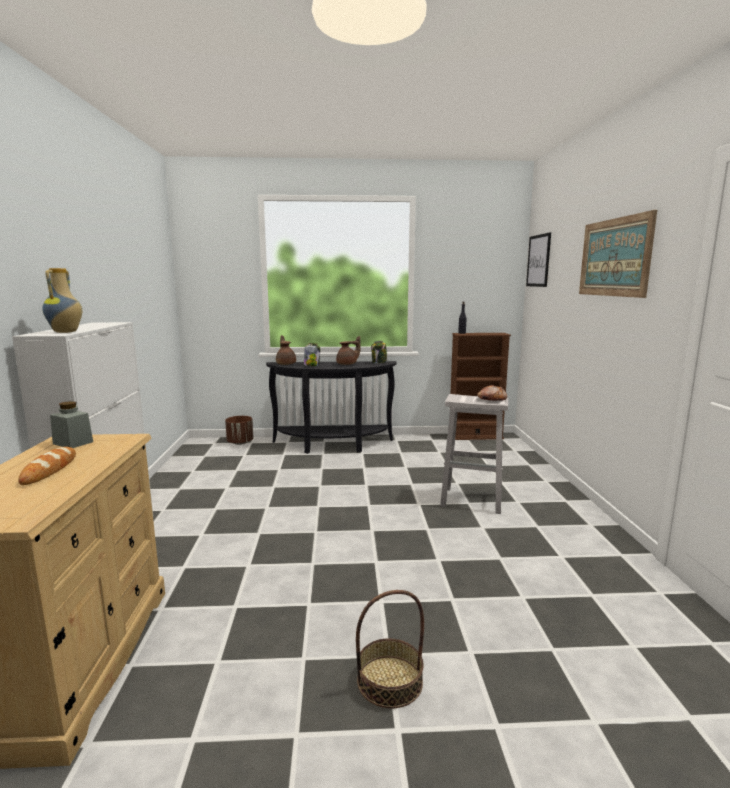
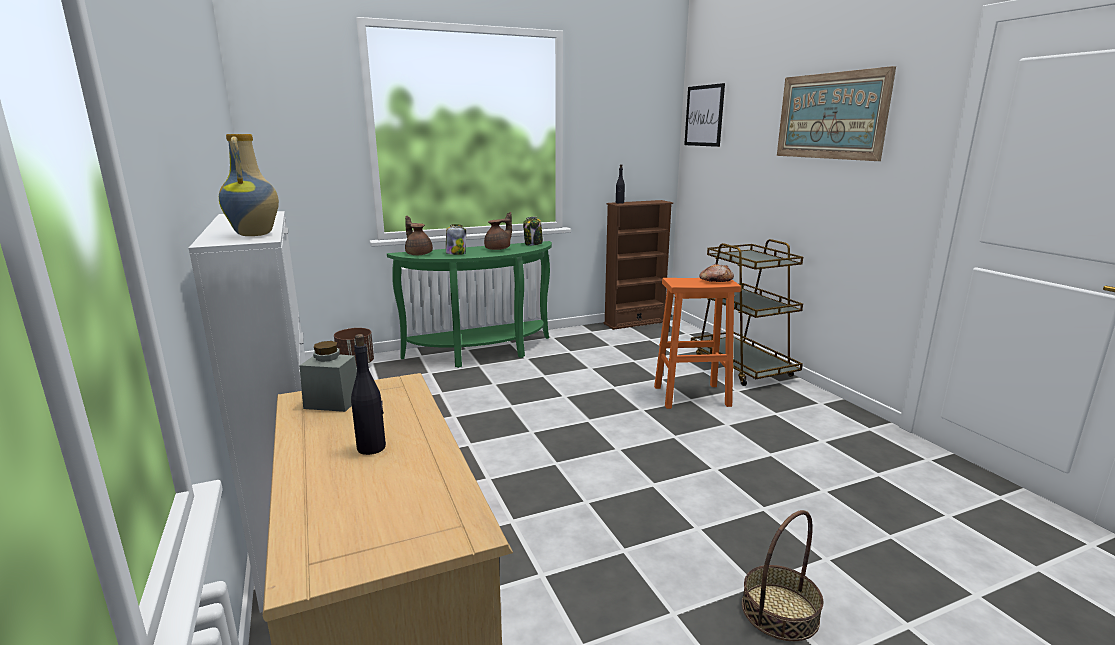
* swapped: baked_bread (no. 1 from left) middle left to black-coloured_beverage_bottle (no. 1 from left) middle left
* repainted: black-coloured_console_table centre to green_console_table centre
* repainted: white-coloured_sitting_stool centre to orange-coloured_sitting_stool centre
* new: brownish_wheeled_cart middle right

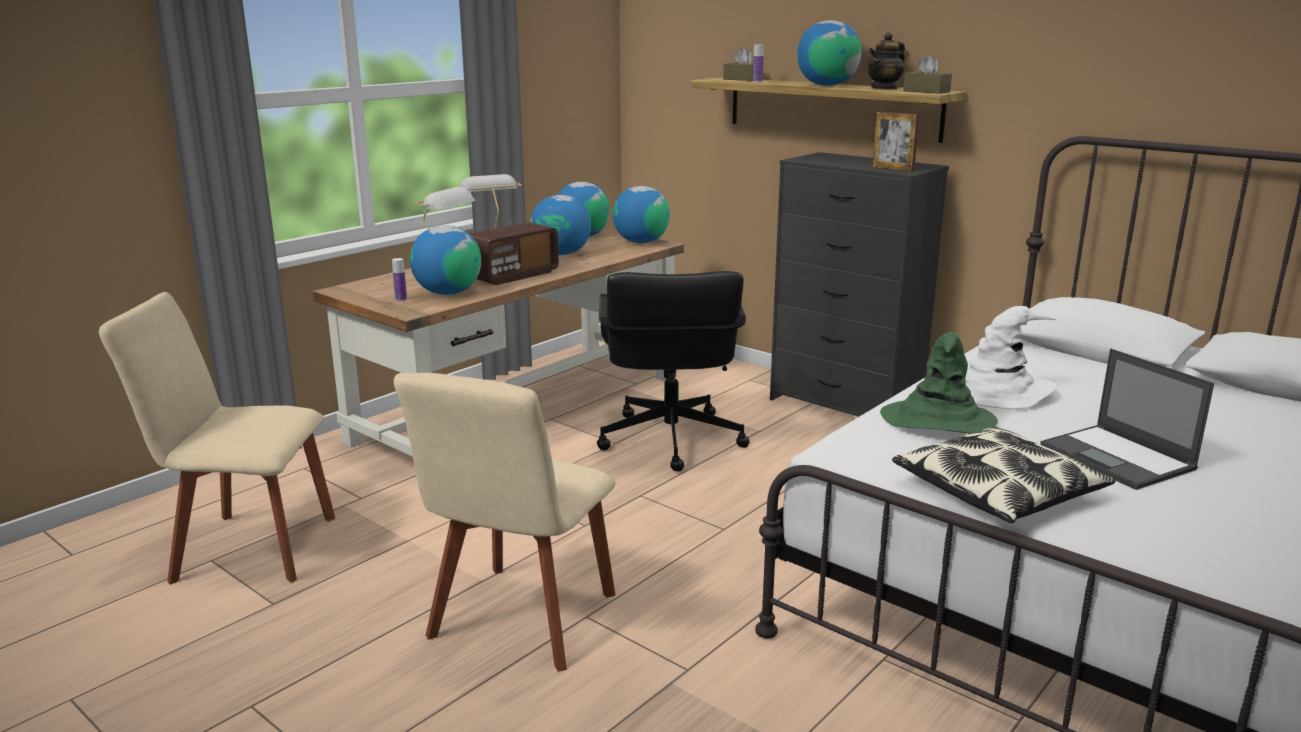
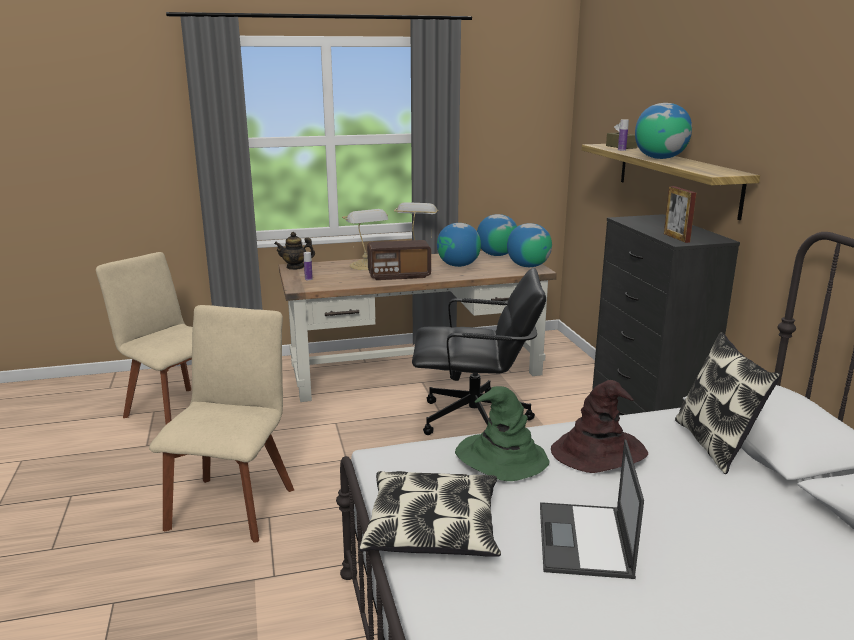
* rotated: sand-coloured_plain_chair (no. 2 from left) bottom centre = middle left 135 degrees clockwise
* shifted: pot_for_tea top right to centre
* rotated: black-coloured_desk_chair centre = centre 120 degrees counterclockwise
* repainted: white-coloured_clothing_hat middle right to brownish_clothing_hat middle right
* new: cushion (no. 2 from left) middle right
* gone: desk_globe (no. 1 from left) centre
* gone: brownish_tissue_box (no. 2 from left) top right

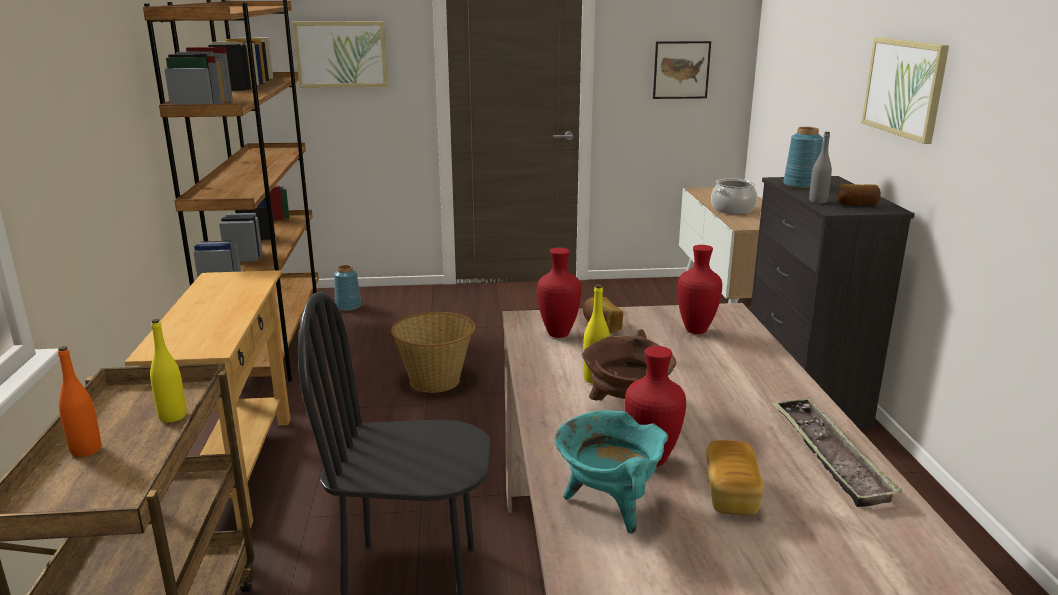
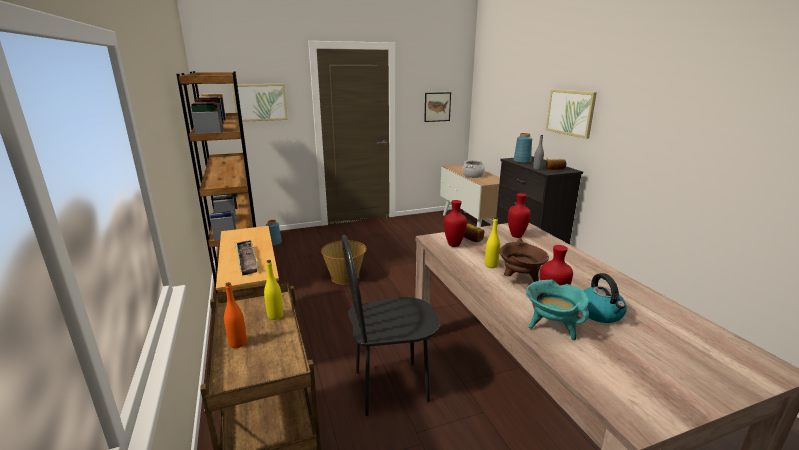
* shifted: tray bottom right to middle left
* swapped: baked_bread (no. 2 from left) bottom right to kettle middle right

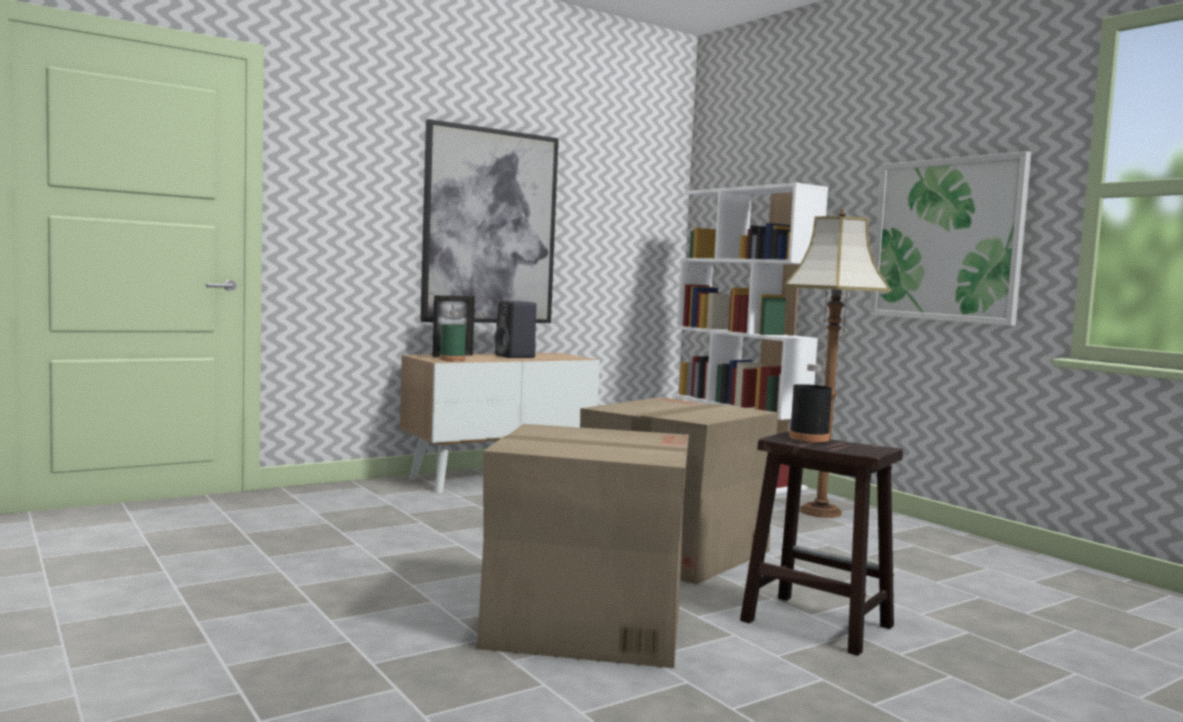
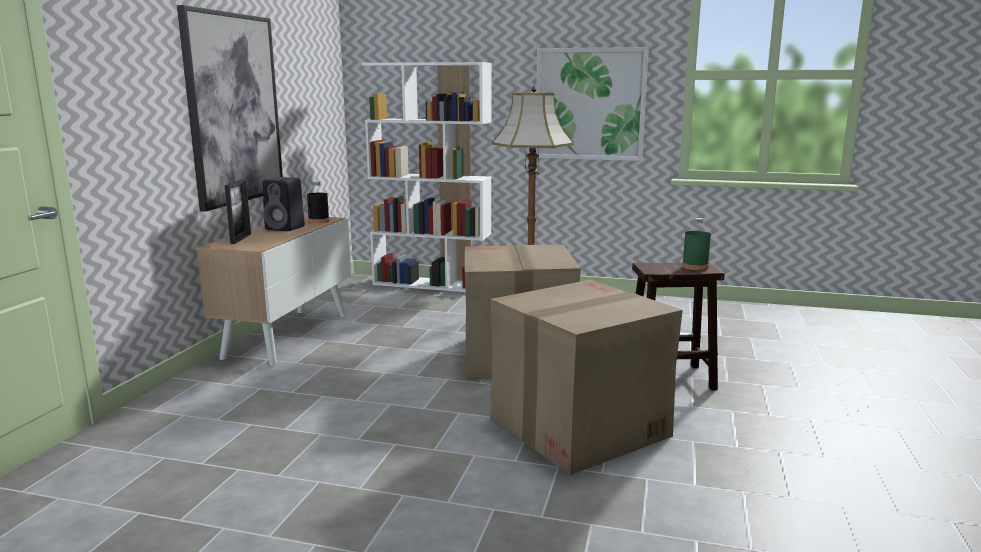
* shifted: black-coloured_beverage_bottle middle right to middle left
* shifted: green_beverage_bottle centre to middle right

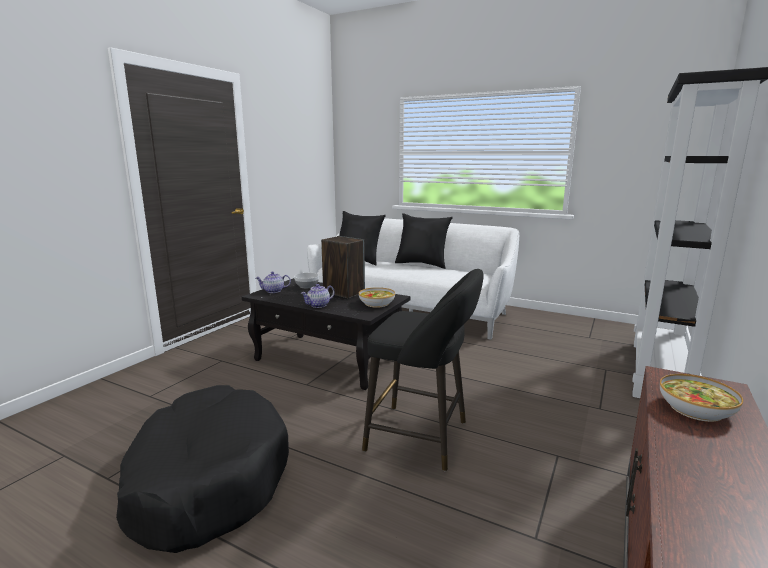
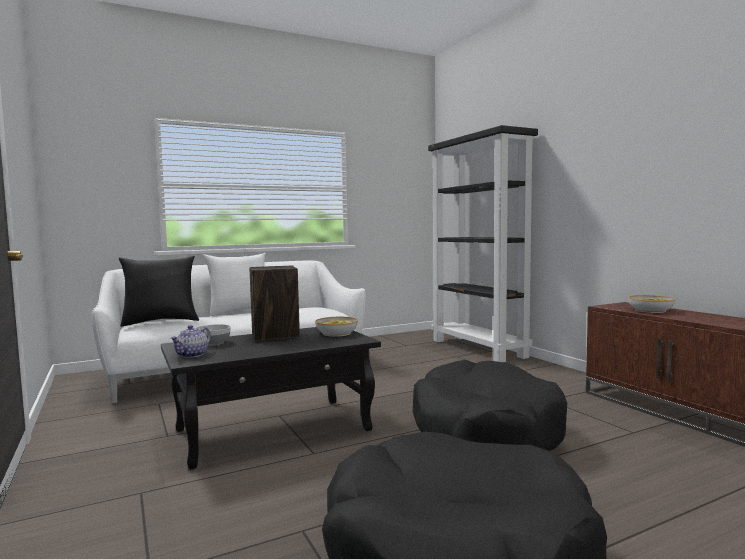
* repainted: black-coloured_cushion (no. 2 from left) centre to white-coloured_cushion middle left
* swapped: black-coloured_sitting_stool centre to black-coloured_pet_bed (no. 2 from left) bottom centre
* gone: pot_for_tea (no. 2 from left) centre

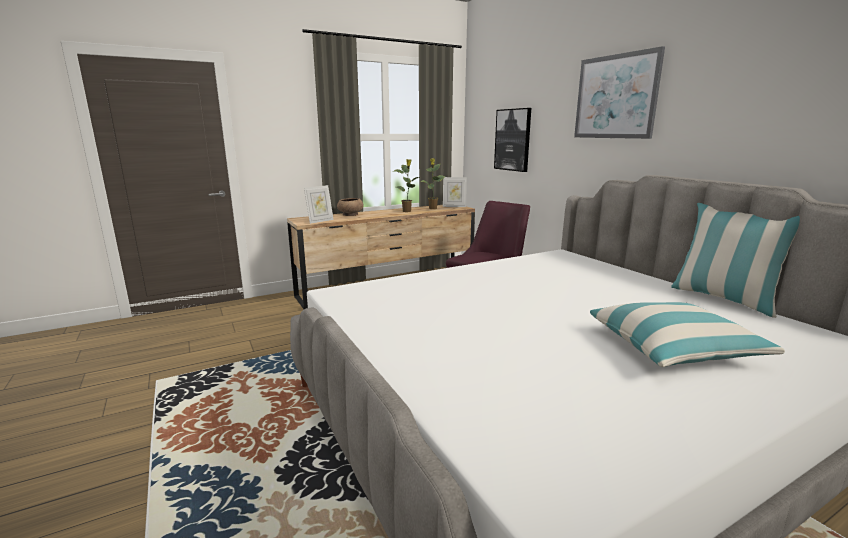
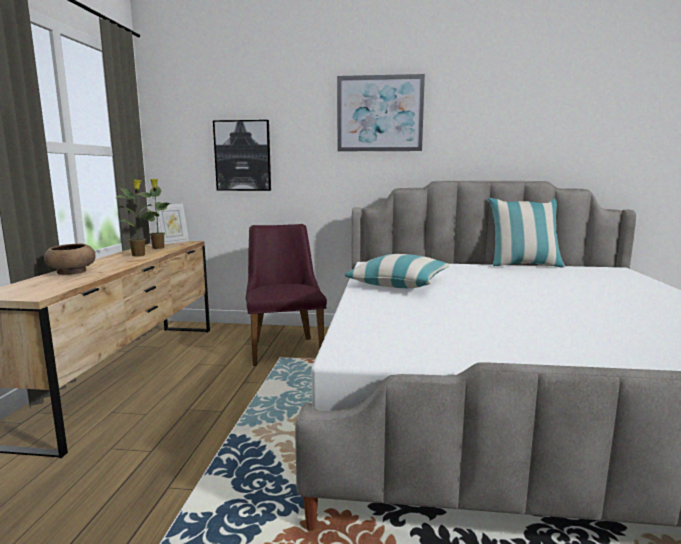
* shifted: cushion (no. 1 from left) middle right to centre
* gone: picture_frame (no. 1 from left) centre

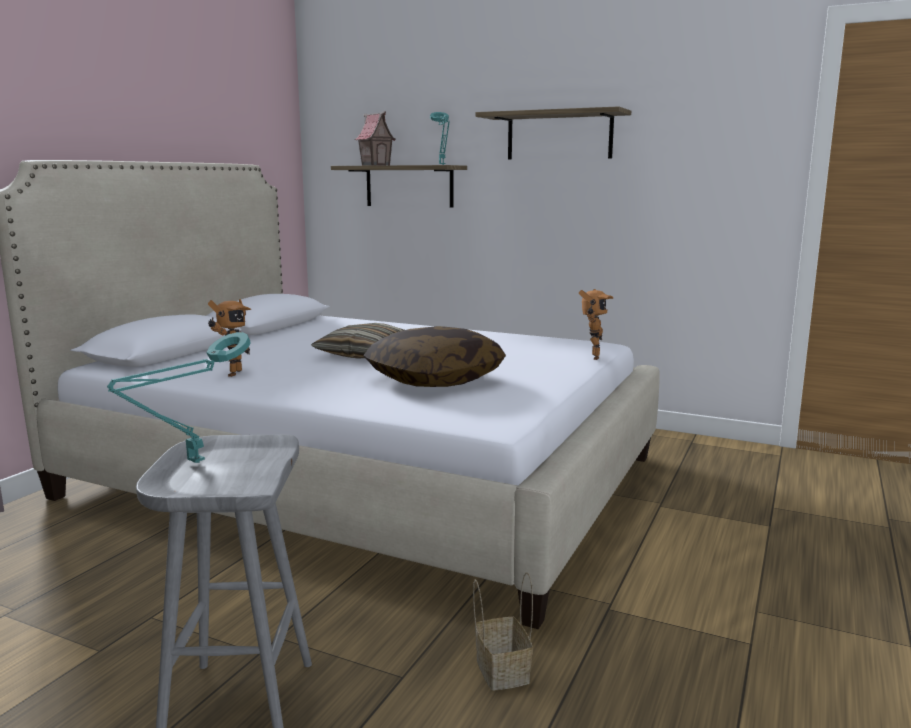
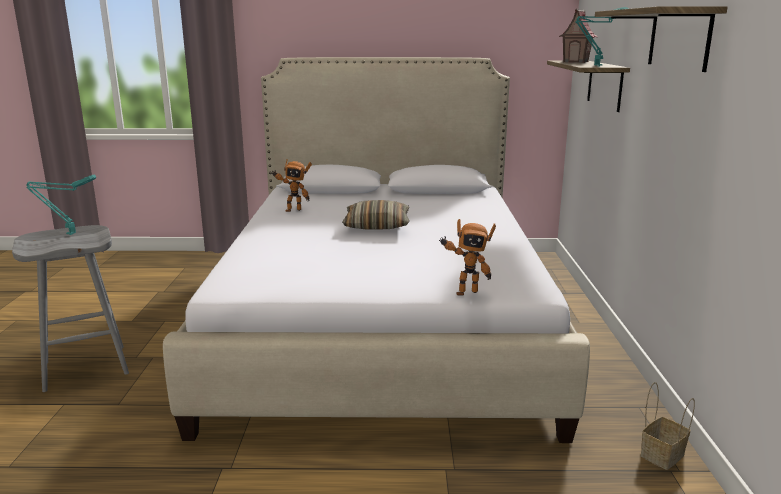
* shifted: basket bottom centre to bottom right
* gone: cushion (no. 2 from left) centre

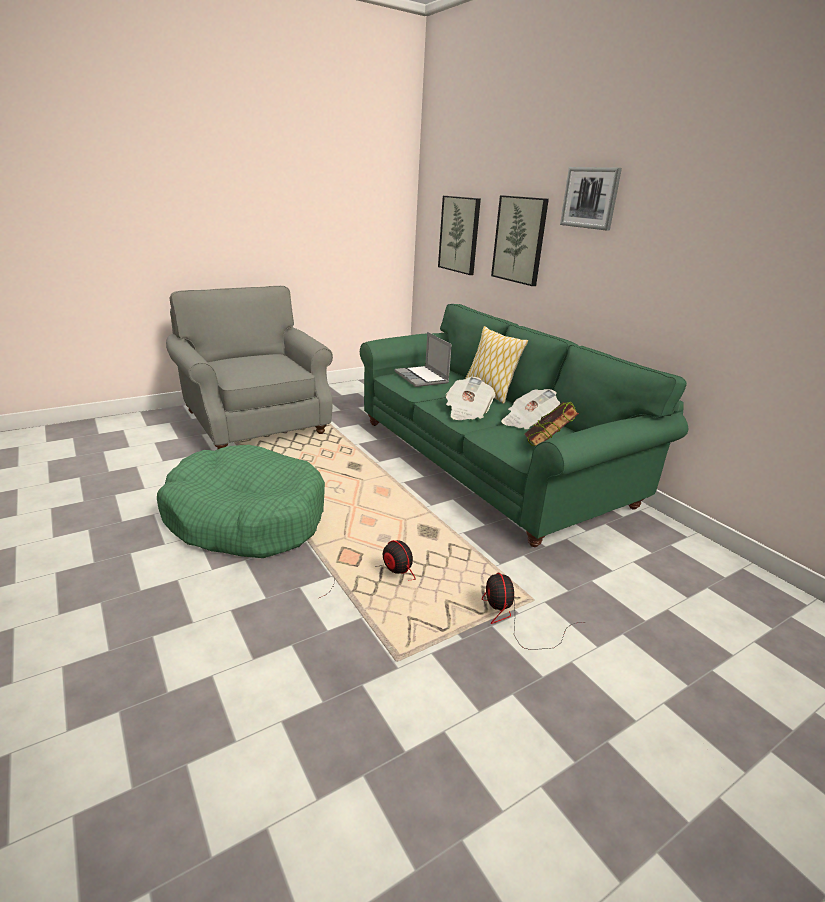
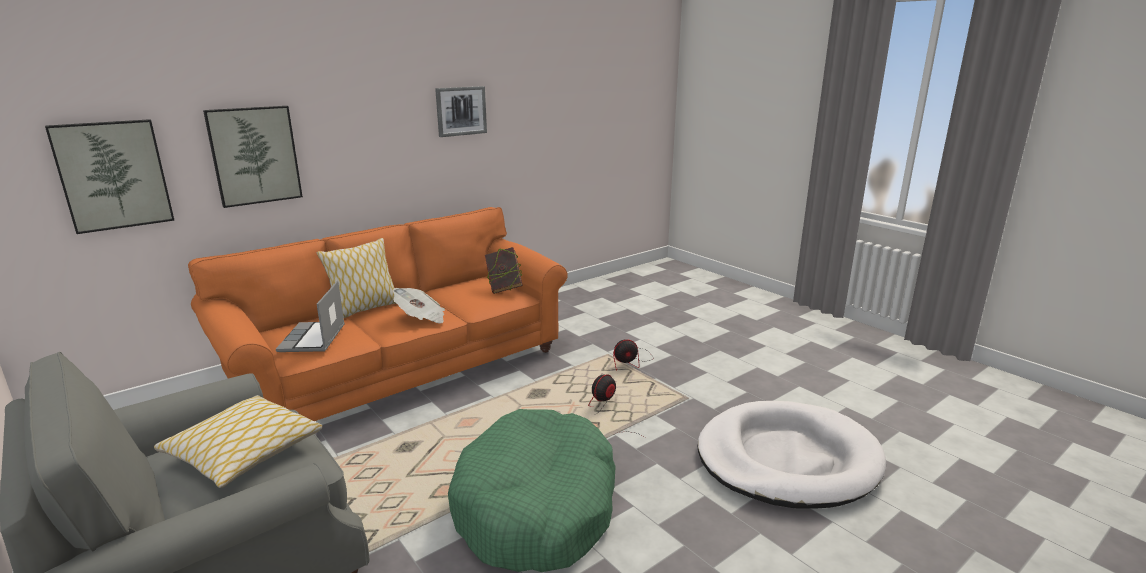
* new: cushion (no. 1 from left) bottom left
* repainted: green_sofa centre to orange-coloured_sofa middle left
* rotated: portable_computer centre = middle left 120 degrees clockwise
* shifted: wall_art (no. 3 from left) top right to top centre
* new: white-coloured_pet_bed bottom right
* gone: newspaper (no. 2 from left) centre

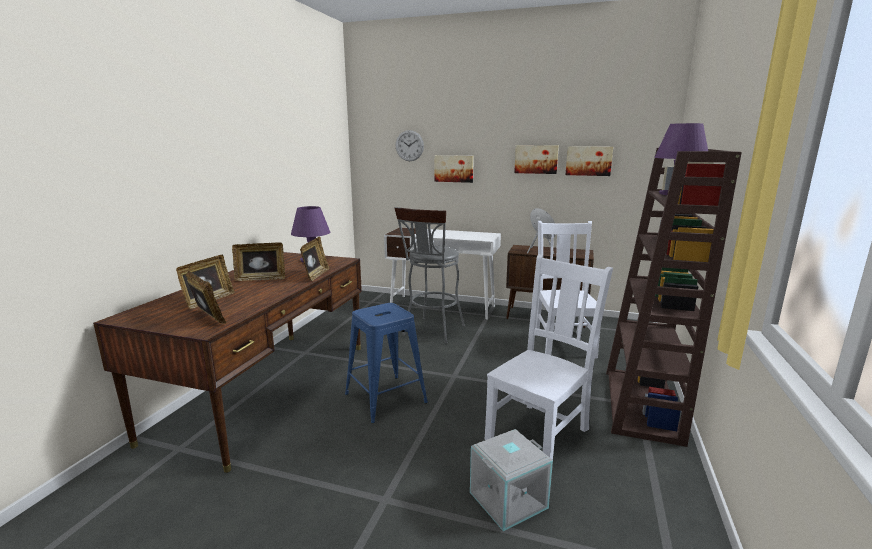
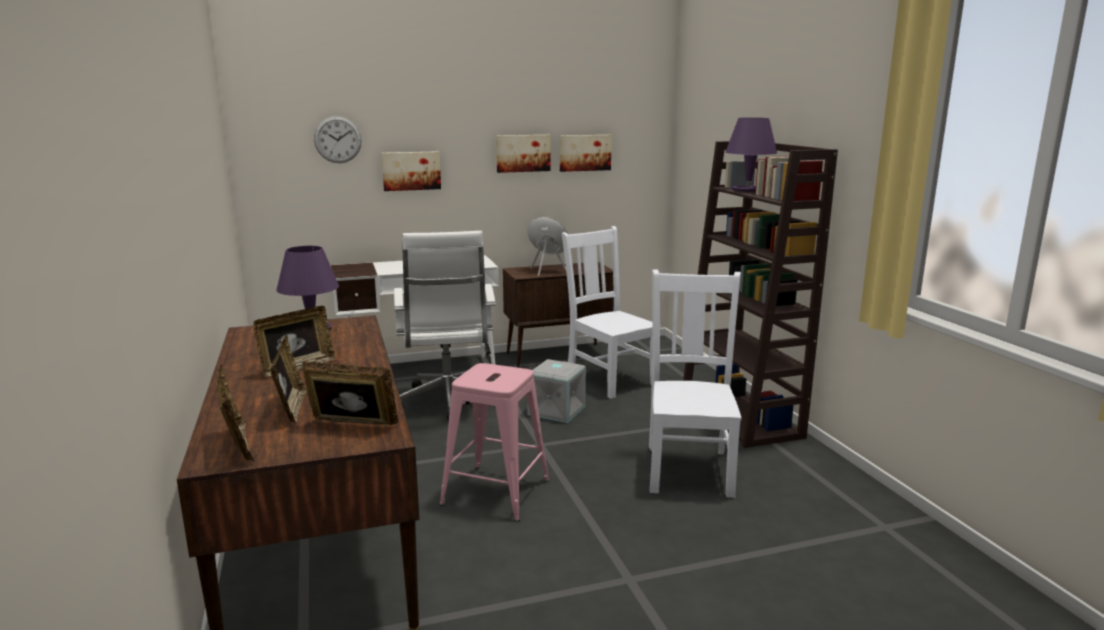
* shifted: picture_frame (no. 4 from left in the first image) centre to picture_frame (no. 1 from left) middle left
* swapped: gray_sitting_stool centre to white-coloured_desk_chair centre
* repainted: blue-coloured_sitting_stool centre to pink_sitting_stool bottom centre
* shifted: gray_storage_container bottom centre to centre

